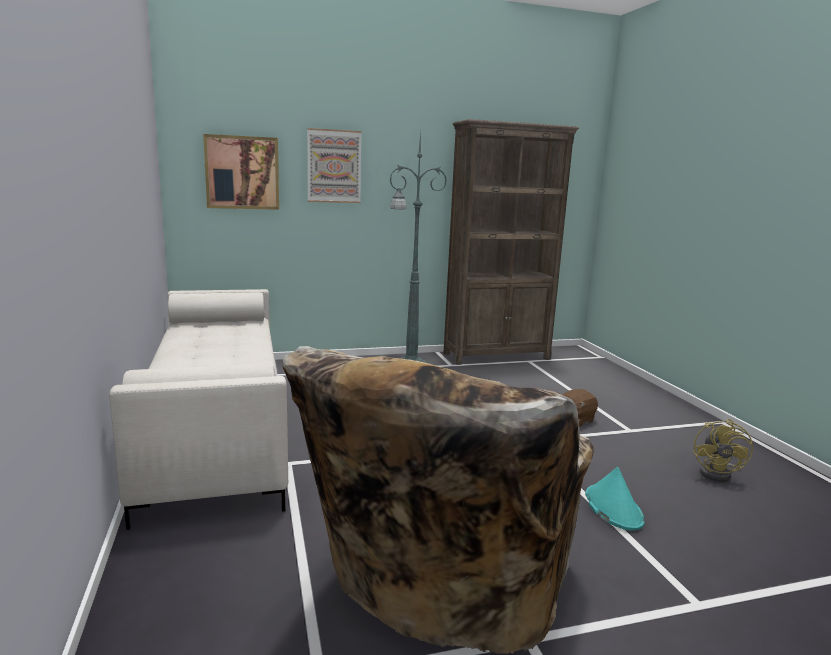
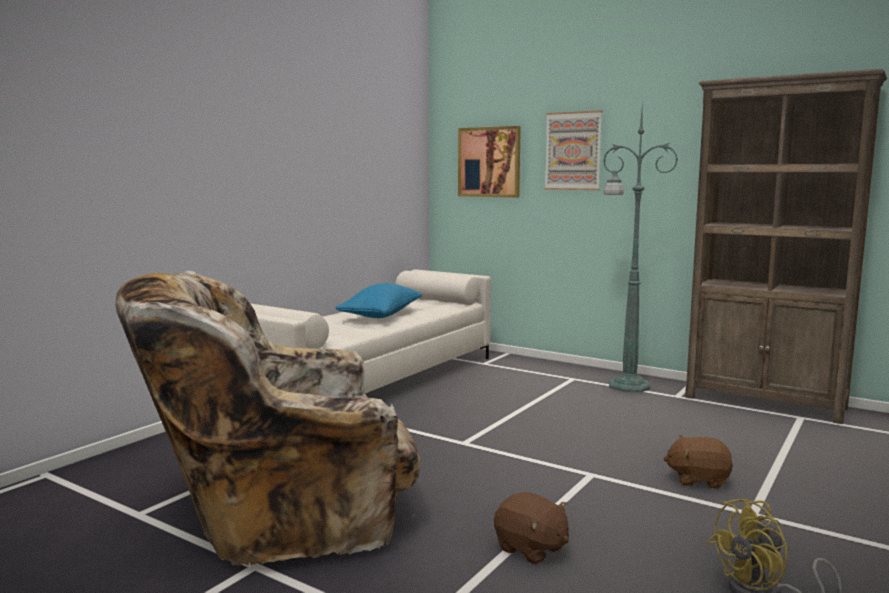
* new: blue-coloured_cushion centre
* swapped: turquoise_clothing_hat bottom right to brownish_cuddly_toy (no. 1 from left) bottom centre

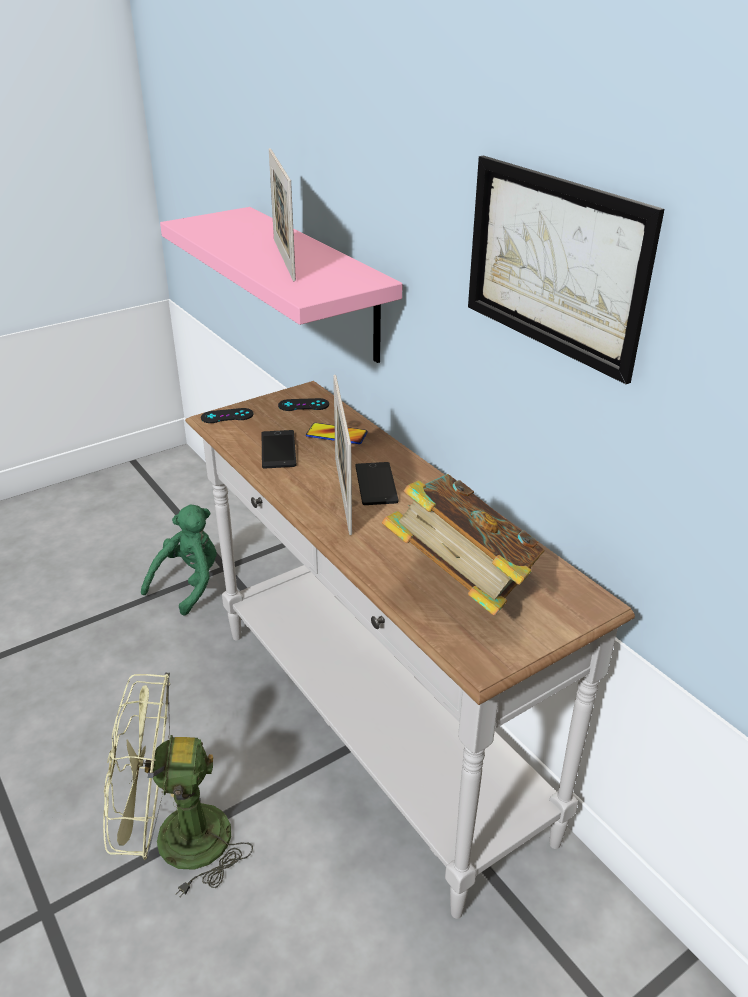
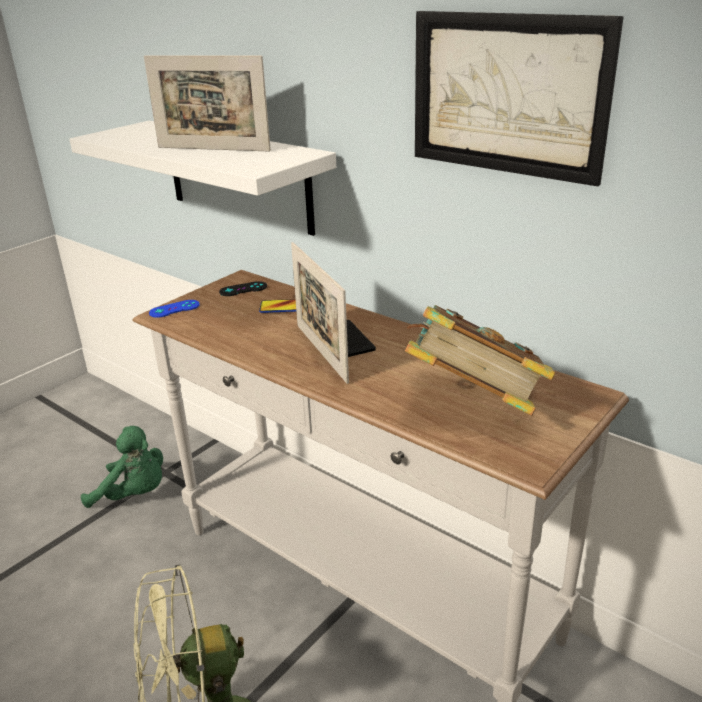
* repainted: pink_shelf top centre to white-coloured_shelf top left
* rotated: green_cuddly_toy middle left = middle left 90 degrees clockwise
* rotated: picture_frame (no. 1 from left) top centre = top left 45 degrees counterclockwise
* repainted: black-coloured_game_controller (no. 1 from left) middle left to blue-coloured_game_controller middle left
* gone: handset (no. 1 from left) centre

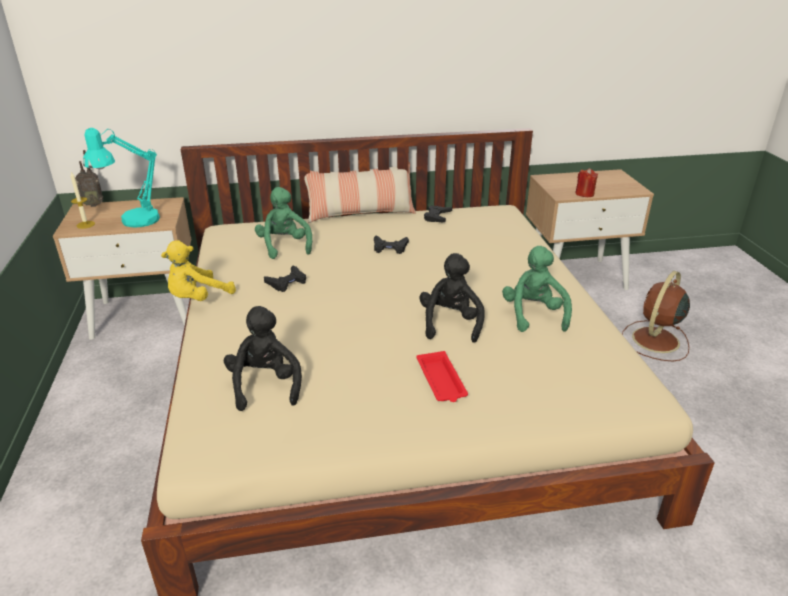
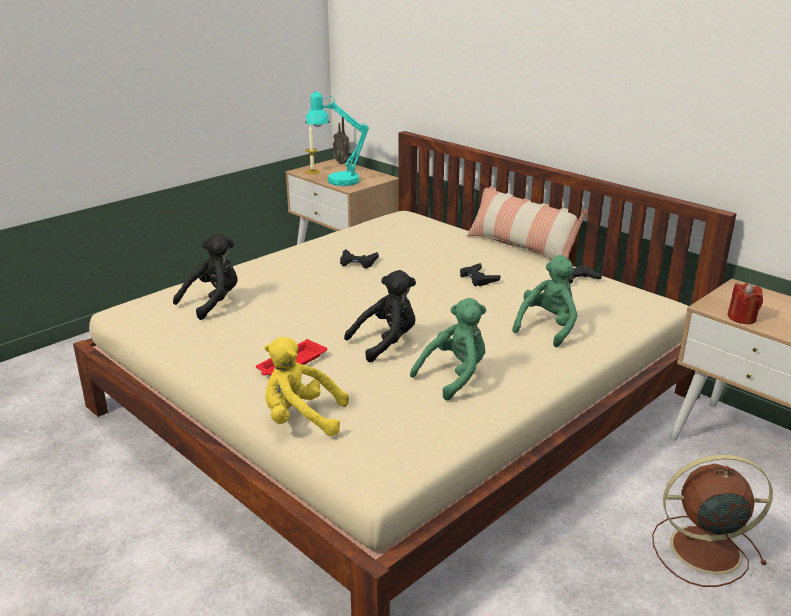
* shifted: yellow-coloured_cuddly_toy middle left to centre
* shifted: green_cuddly_toy (no. 1 from left in the first image) centre to green_cuddly_toy (no. 2 from left) middle right

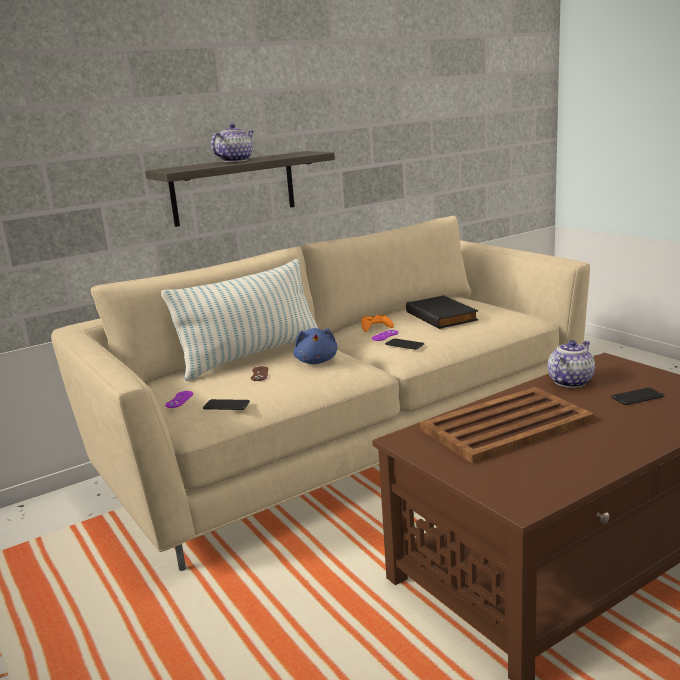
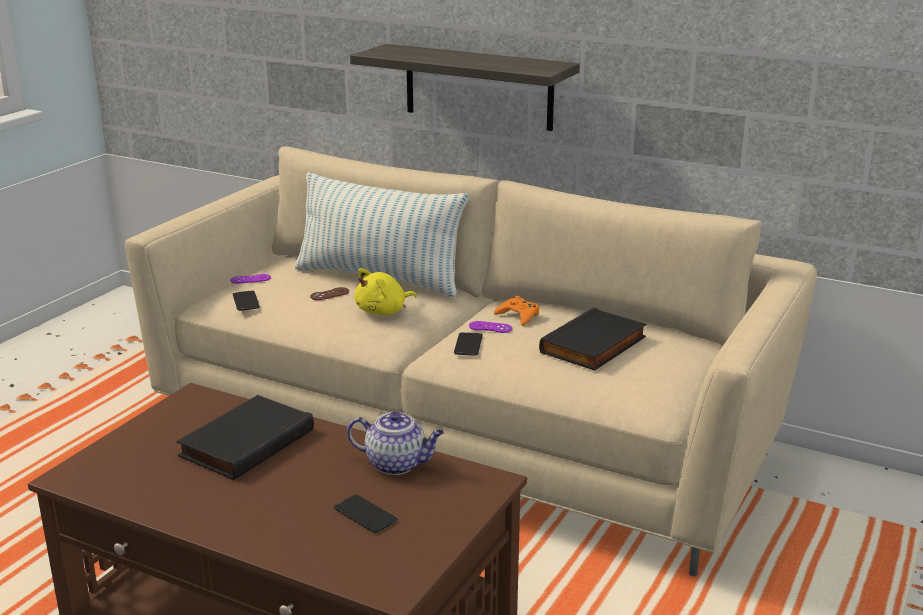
* swapped: brownish_tray middle right to black-coloured_volume (no. 1 from left) bottom left
* repainted: blue-coloured_cuddly_toy centre to yellow-coloured_cuddly_toy centre
* gone: pot_for_tea (no. 1 from left) top centre

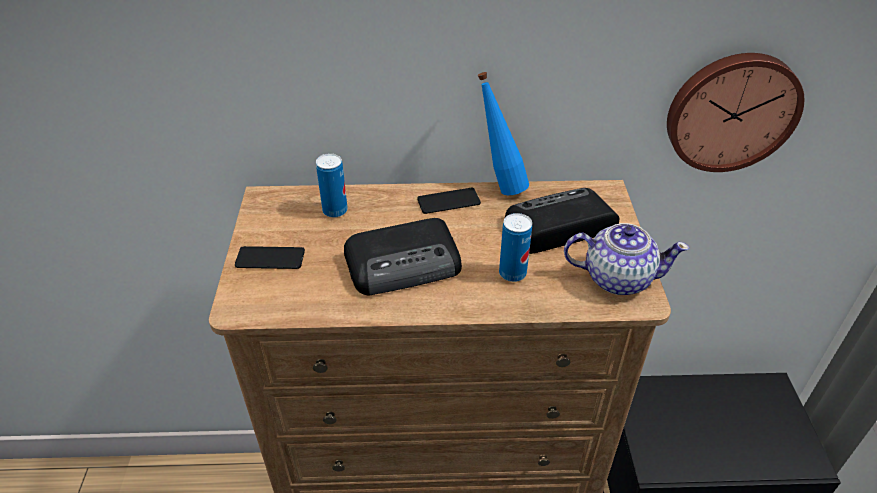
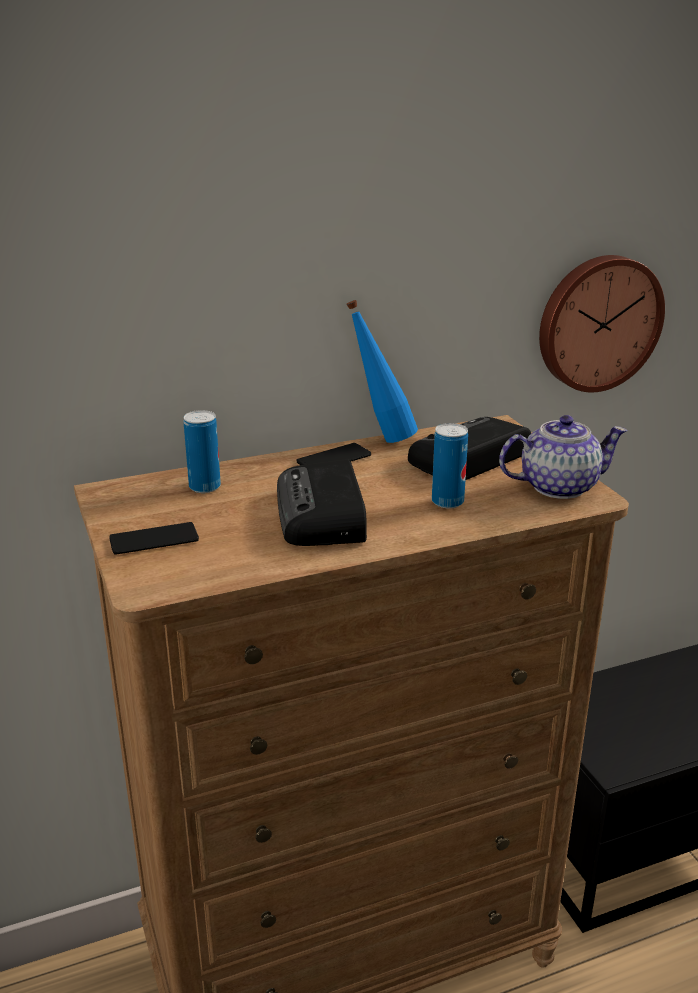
* rotated: radio (no. 1 from left) centre = centre 120 degrees clockwise

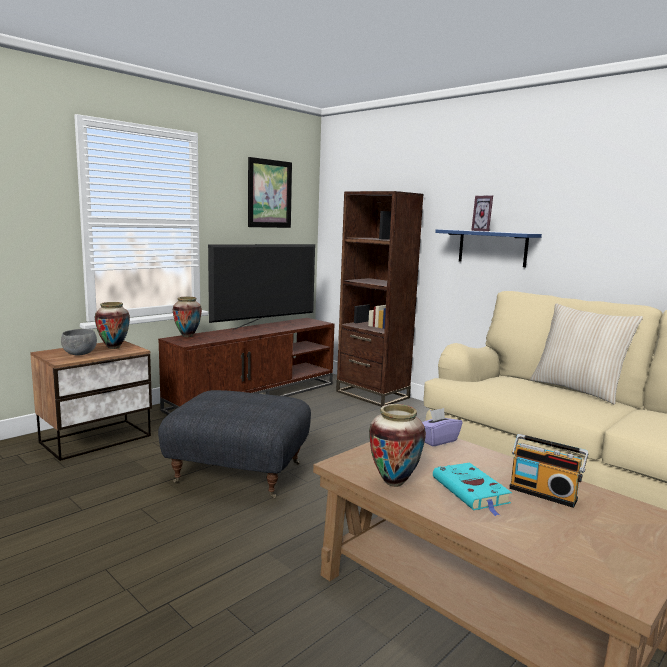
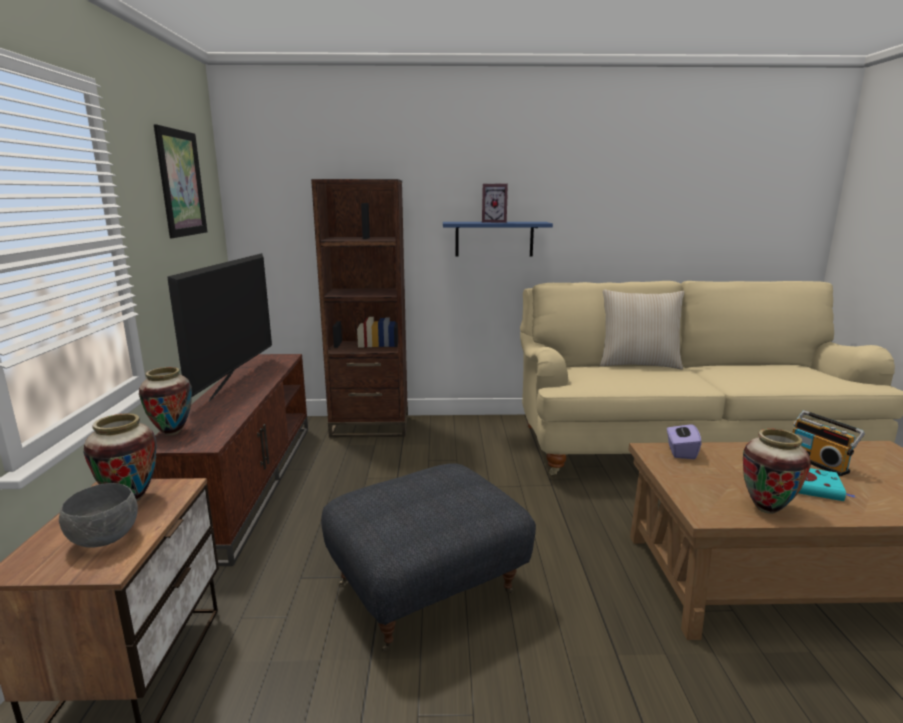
* rotated: radio bottom right = middle right 75 degrees clockwise

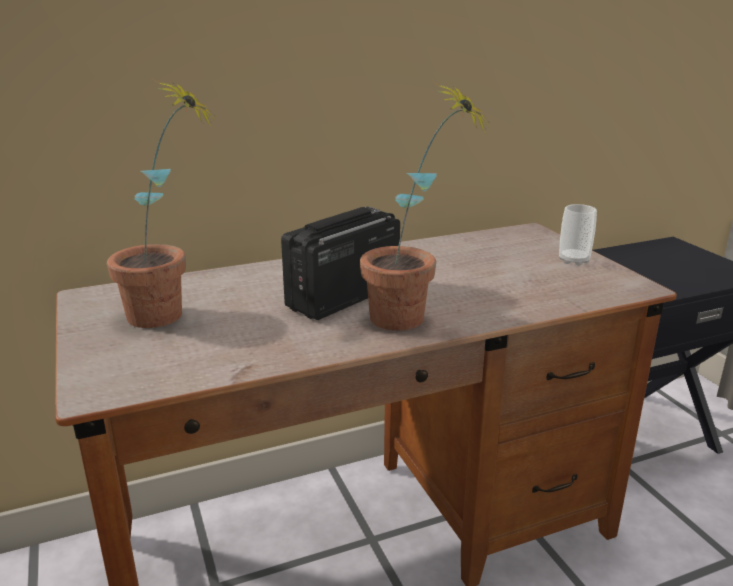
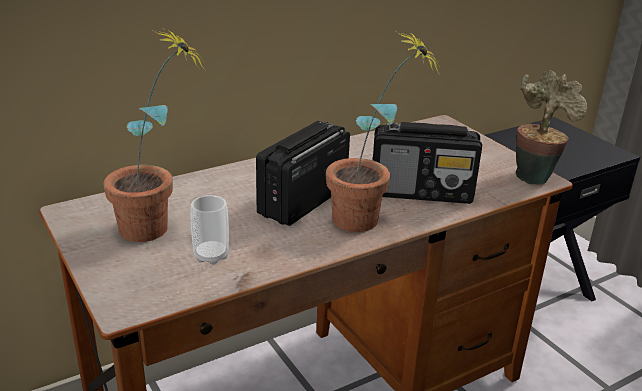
* shifted: small_cup middle right to middle left
* new: radio (no. 2 from left) centre
* new: potted_plant (no. 3 from left) top right

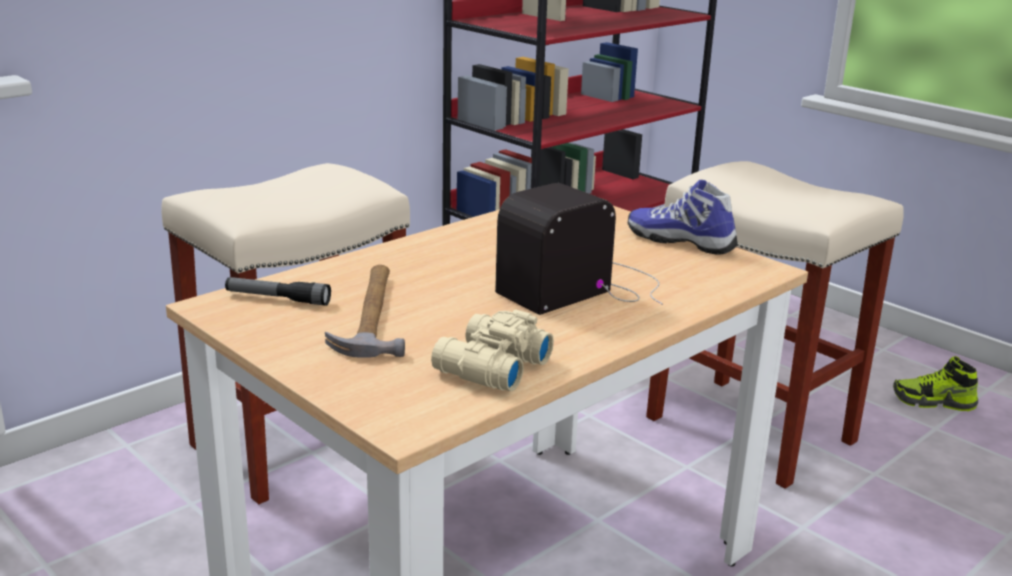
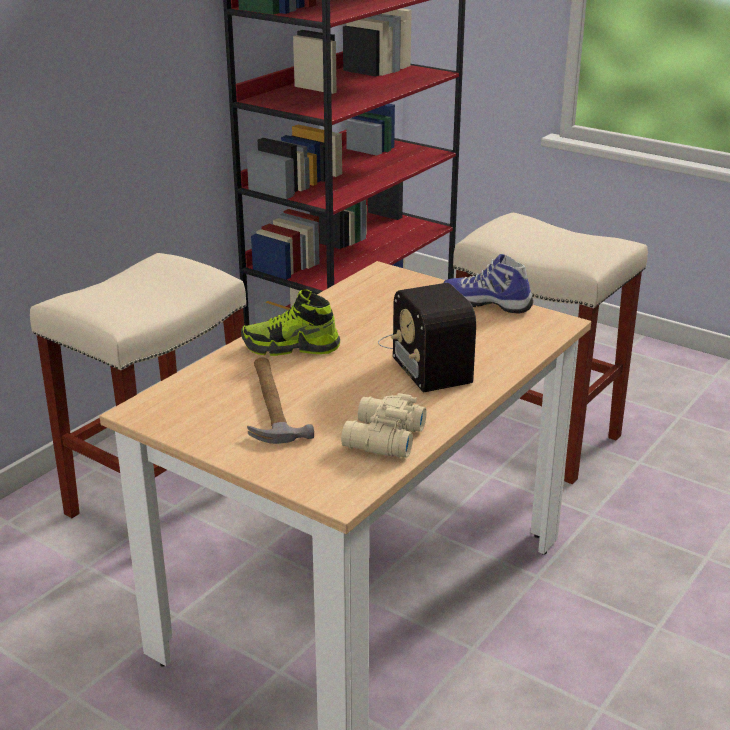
* shifted: item_of_footwear (no. 2 from left in the first image) middle right to item_of_footwear (no. 1 from left) centre
* rotated: radio centre = centre 60 degrees counterclockwise
* gone: hand_torch middle left

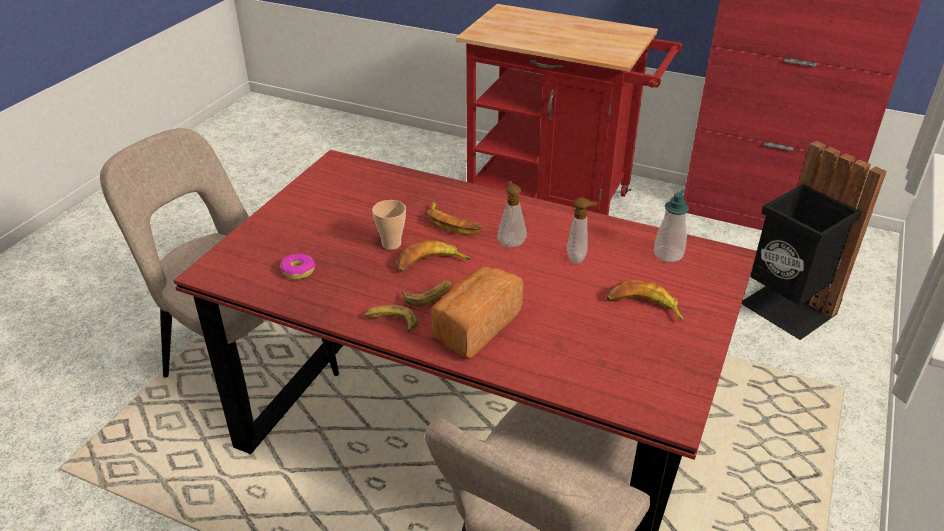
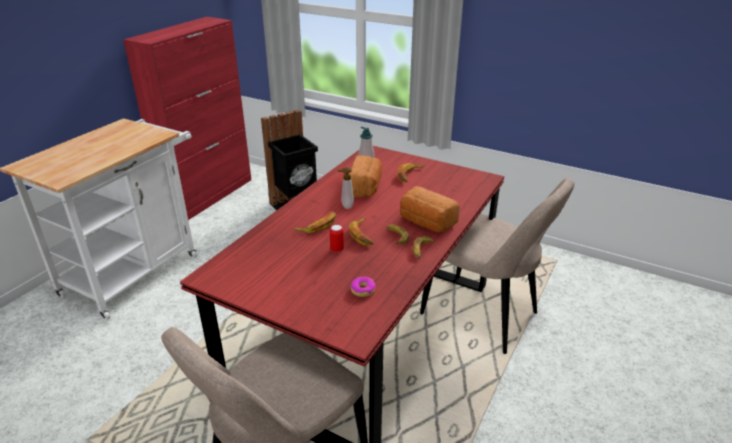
* repainted: red_wheeled_cart top centre to white-coloured_wheeled_cart middle left
* swapped: small_cup centre to can centre
* swapped: liquid_soap_bottle (no. 2 from left) centre to baked_bread (no. 1 from left) centre

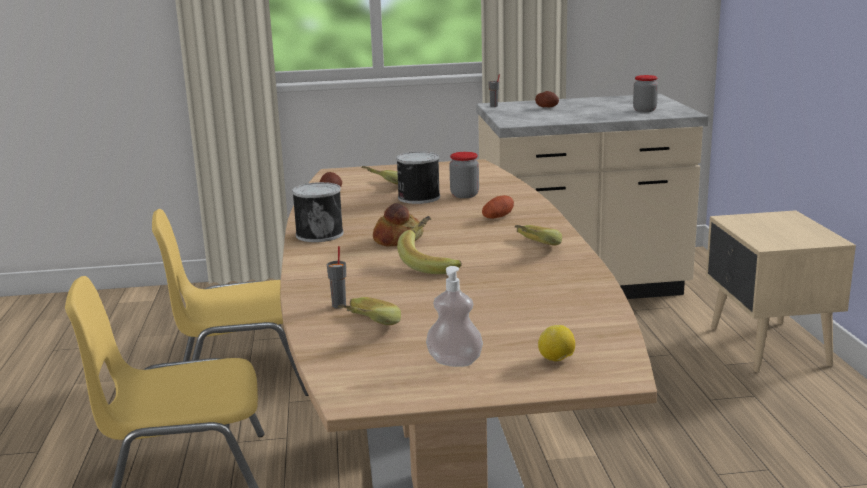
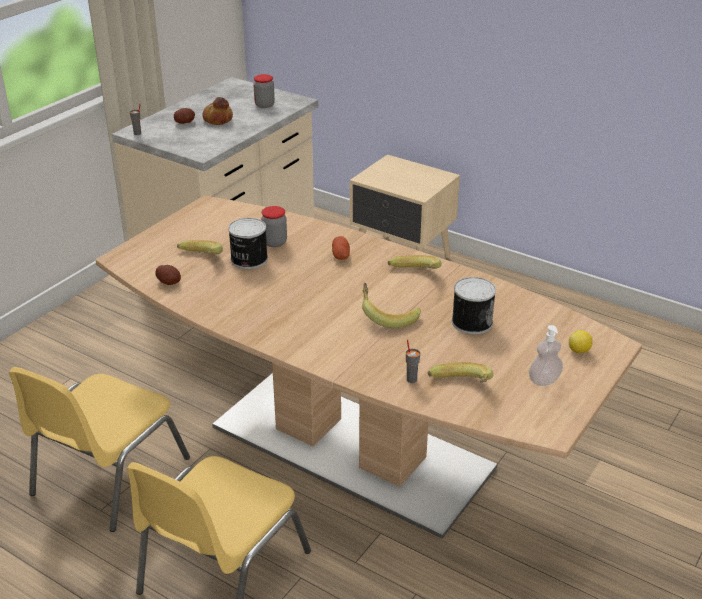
* shifted: baked_bread centre to top left
* shifted: can (no. 1 from left in the first image) centre to can (no. 2 from left) middle right

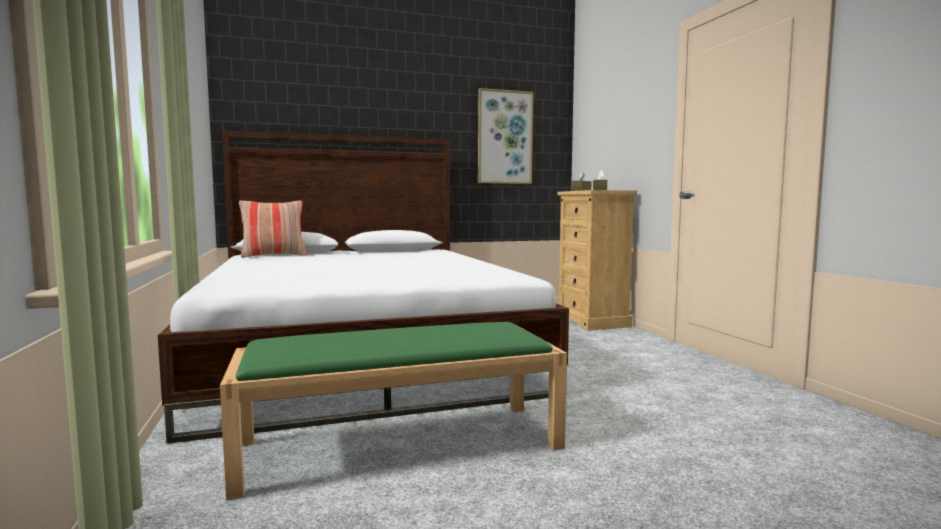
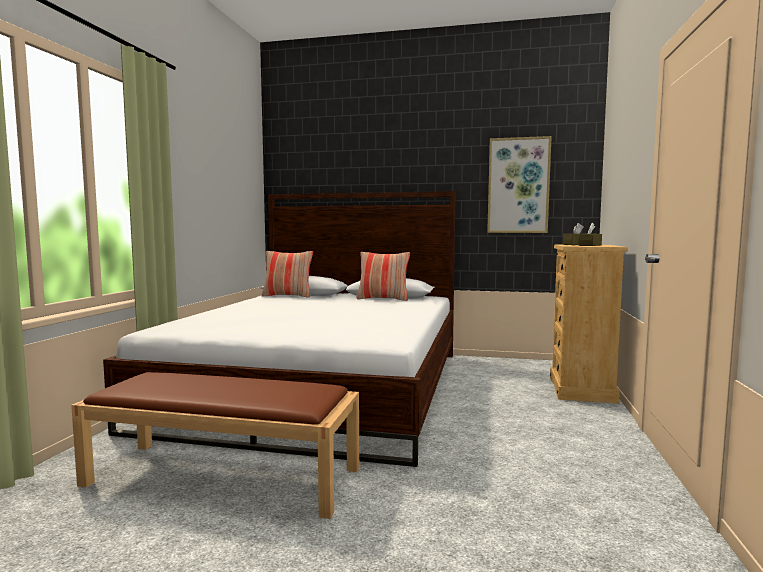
* repainted: green_long_seat bottom centre to brownish_long_seat bottom left
* new: cushion (no. 2 from left) centre

